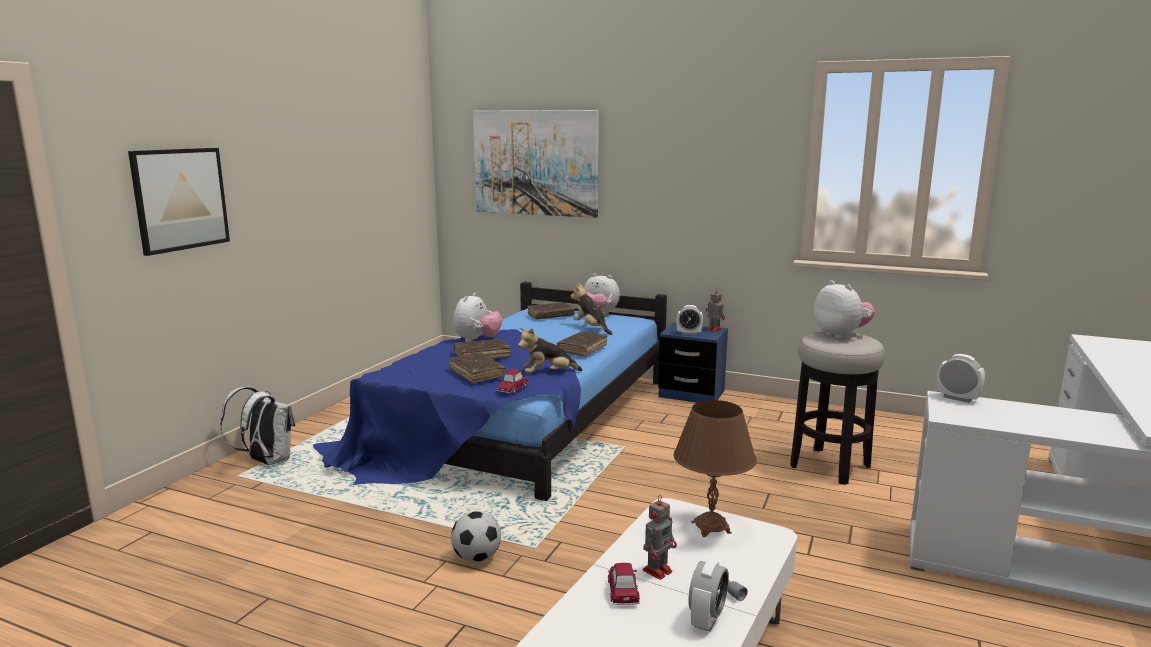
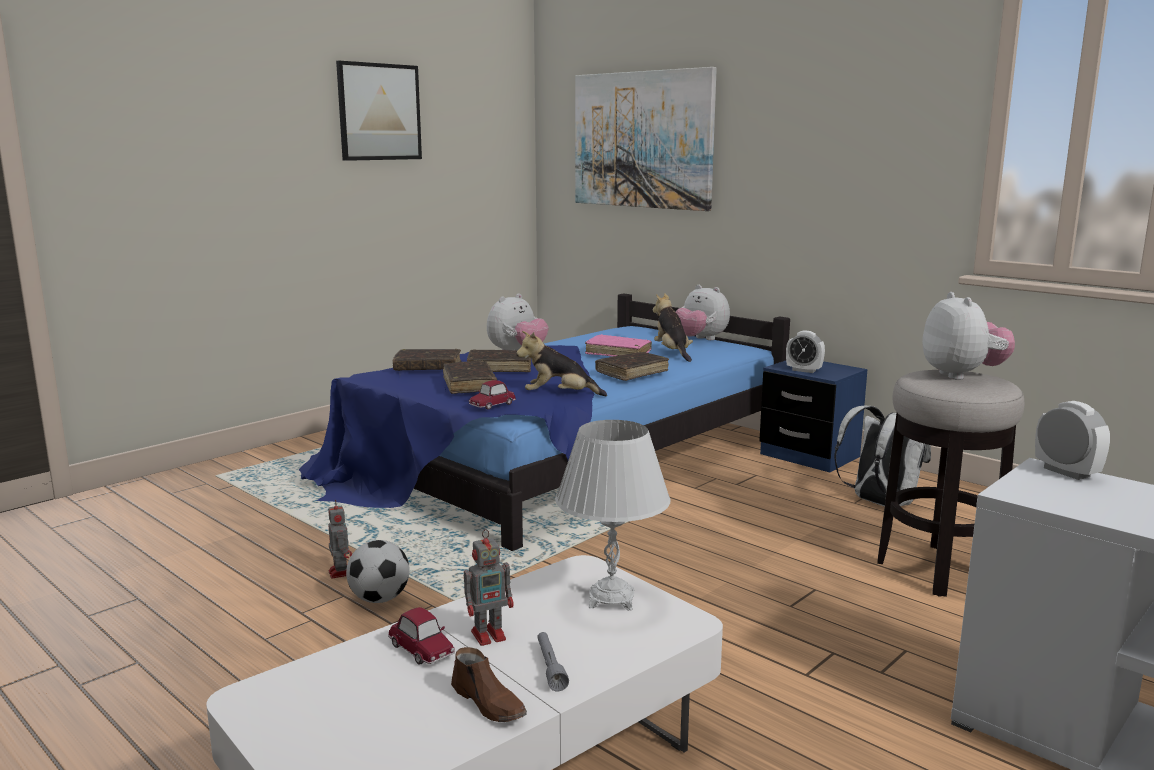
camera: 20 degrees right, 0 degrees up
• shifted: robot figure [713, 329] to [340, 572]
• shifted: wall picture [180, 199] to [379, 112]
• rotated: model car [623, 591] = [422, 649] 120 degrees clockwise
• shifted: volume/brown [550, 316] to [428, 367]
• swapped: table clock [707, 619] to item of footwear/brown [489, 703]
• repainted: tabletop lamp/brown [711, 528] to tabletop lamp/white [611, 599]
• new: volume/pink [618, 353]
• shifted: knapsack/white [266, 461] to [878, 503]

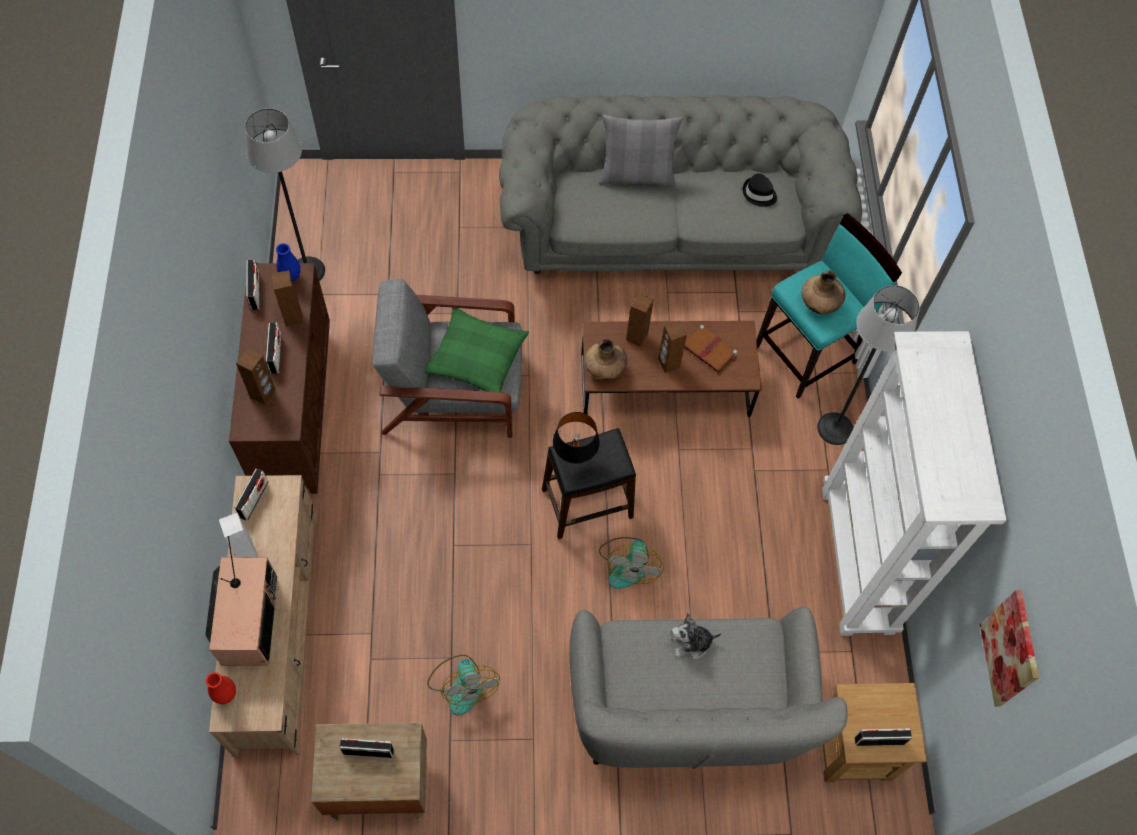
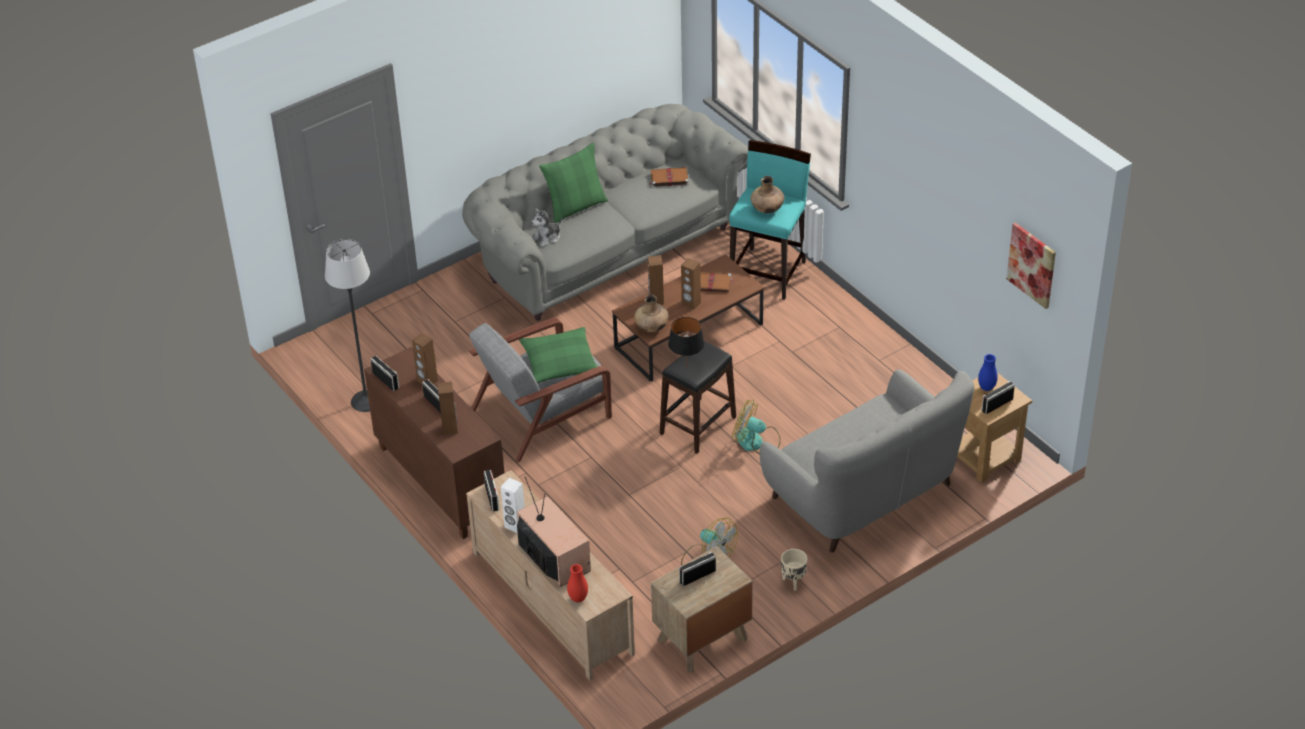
camera: 30 degrees left, 20 degrees down
• shifted: soft toy [691, 643] to [547, 237]
• repainted: cushion/gray [637, 175] to cushion/green [576, 207]
• swapped: wearable hat/black-coloured [759, 194] to volume/brown [668, 178]
• rotated: fan [628, 564] = [756, 442] 135 degrees clockwise
• new: planter/sand-coloured [793, 582]
• shifted: vase/bluish [291, 277] to [986, 388]
• gone: standard lamp [835, 429]
• gone: shelving unit/white [858, 561]

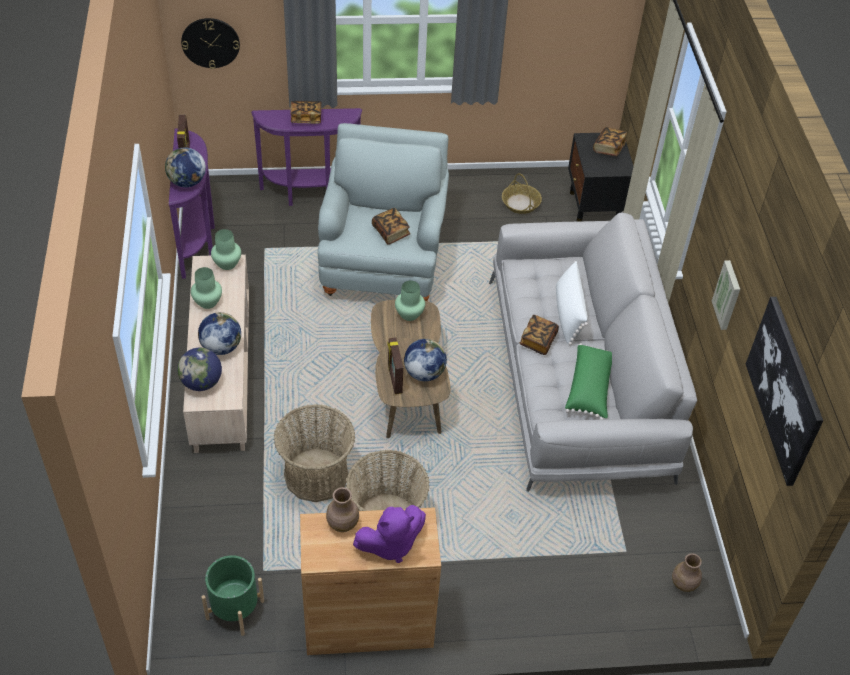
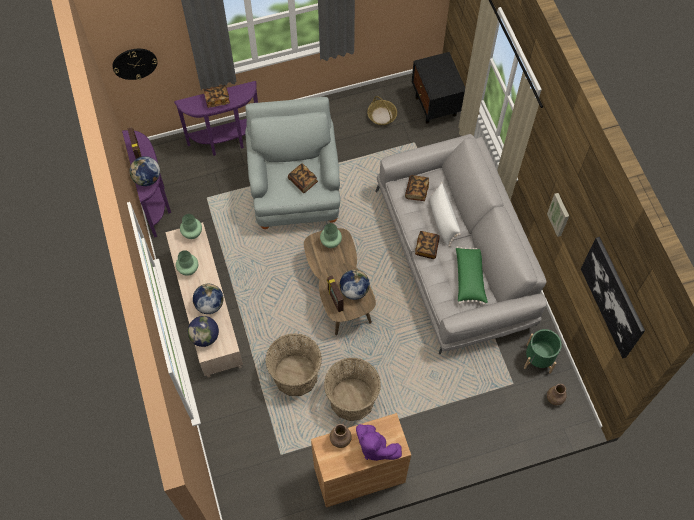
camera: 10 degrees left, 15 degrees up
• rotated: soft toy/purple [390, 544] = [375, 447] 75 degrees clockwise
• shifted: volume [608, 148] to [416, 191]
• shifted: planter/green [235, 610] to [538, 358]

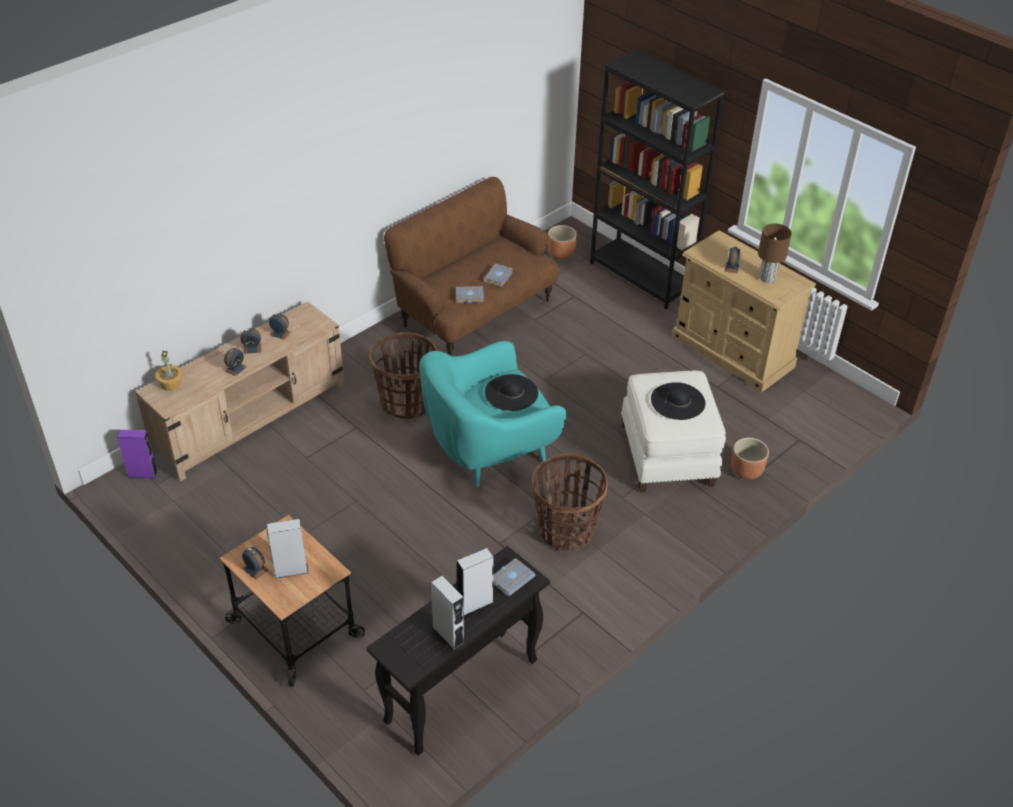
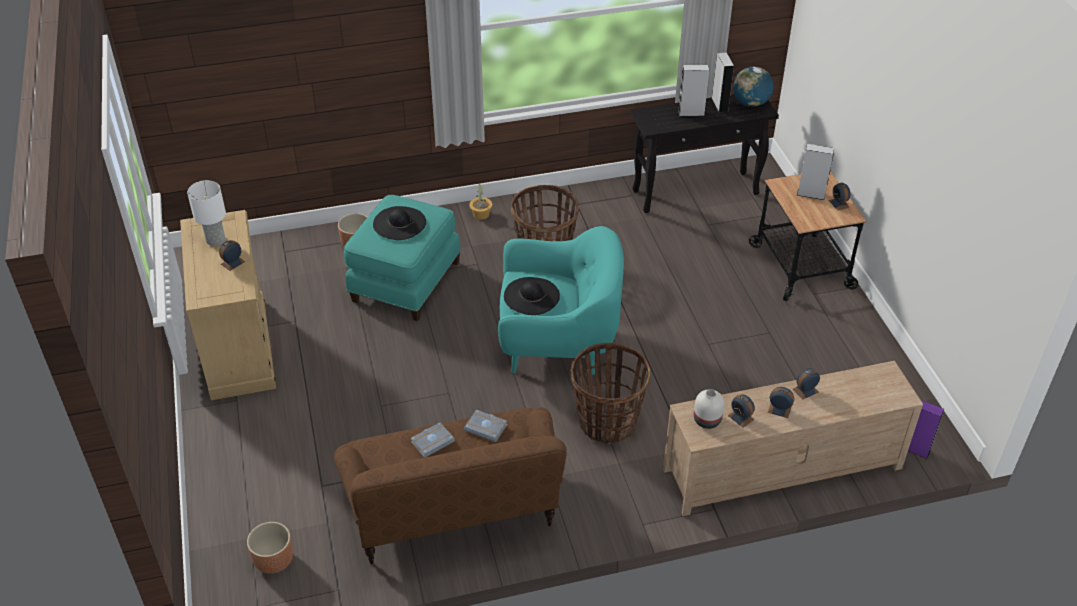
camera: 150 degrees left, 0 degrees up
• repainted: tabletop lamp/brown [767, 278] to tabletop lamp/white [216, 239]
• repainted: ottoman/white [669, 454] to ottoman/turquoise-coloured [404, 281]
• shifted: houseplant [171, 384] to [481, 214]
• new: vase/white [707, 420]
• new: desk globe [750, 103]
• gone: volume/gray [511, 578]
• gone: shelving unit/black-coloured [641, 277]

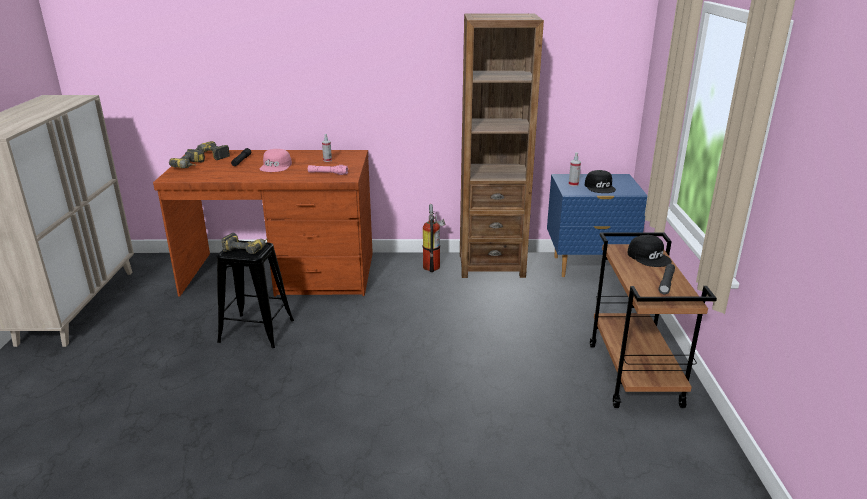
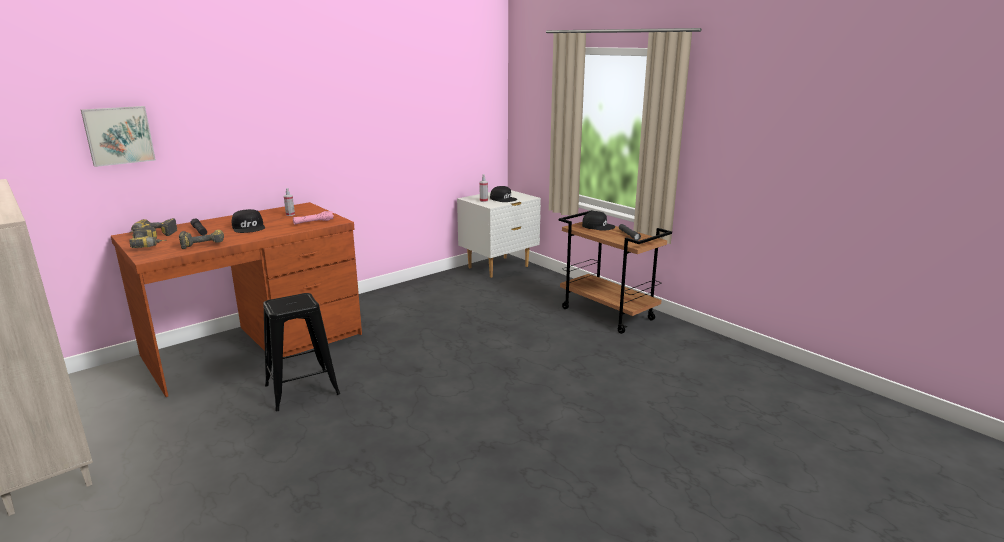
camera: 40 degrees left, 5 degrees down
• new: wall picture [118, 135]
• shifted: power drill [247, 249] to [204, 243]
• repainted: baseball cap/pink [276, 166] to baseball cap/black-coloured [249, 227]
• repainted: night table/bluish [588, 267] to night table/white [499, 267]
• gone: extinguisher [433, 266]
• gone: shelving unit/brown [491, 265]

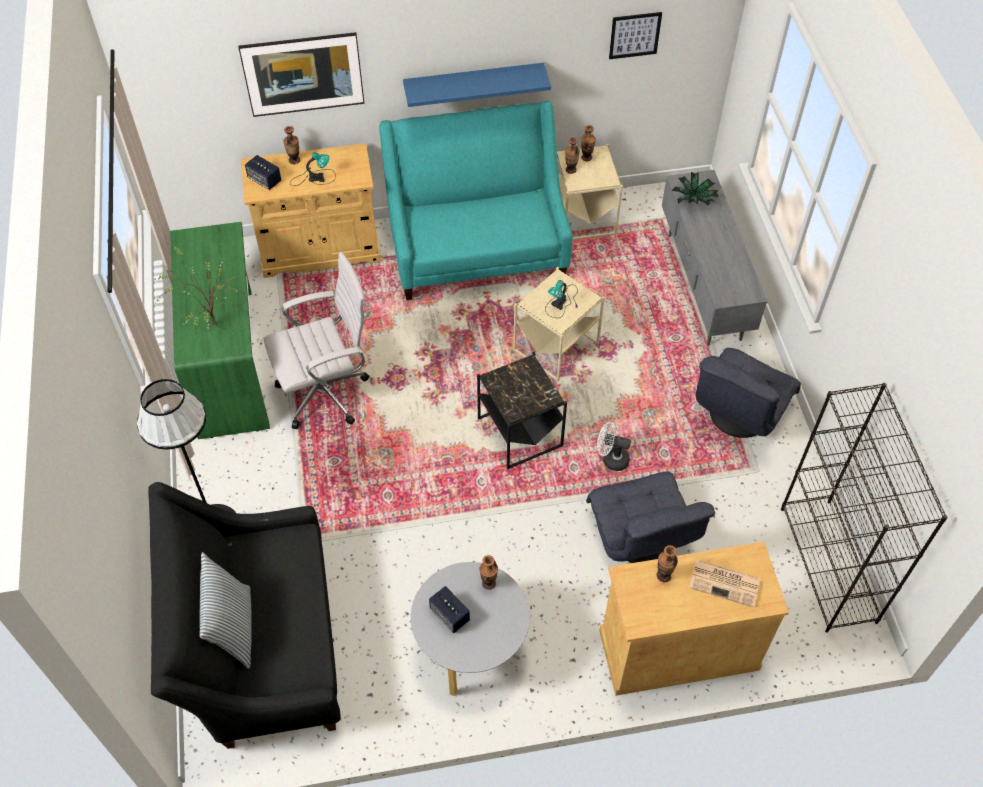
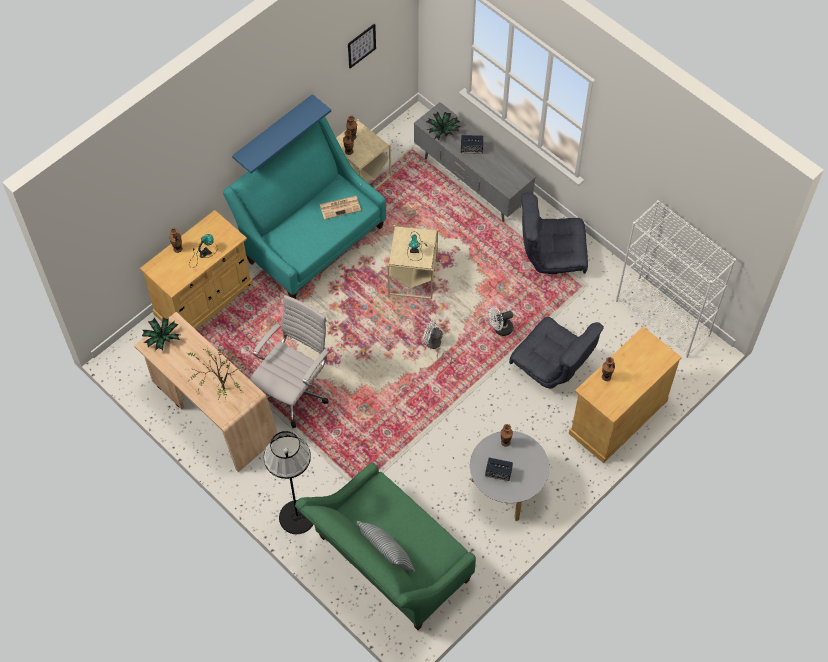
camera: 35 degrees left, 5 degrees up
• repainted: desk table/green [229, 361] to desk table/sand-coloured [212, 411]
• new: houseplant [162, 338]
• repainted: settee/black-coloured [262, 645] to settee/green [388, 564]
• shifted: printed paper [725, 583] to [340, 207]
• swapped: side table/black-coloured [519, 433] to fan/white [434, 346]
• shifted: speaker [264, 180] to [471, 149]
• rotated: easy chair/gray [738, 412] = [551, 255] 90 degrees clockwise
• repainted: shelving unit/black-coloured [828, 565] to shelving unit/white [663, 318]
• gone: wall picture [306, 91]

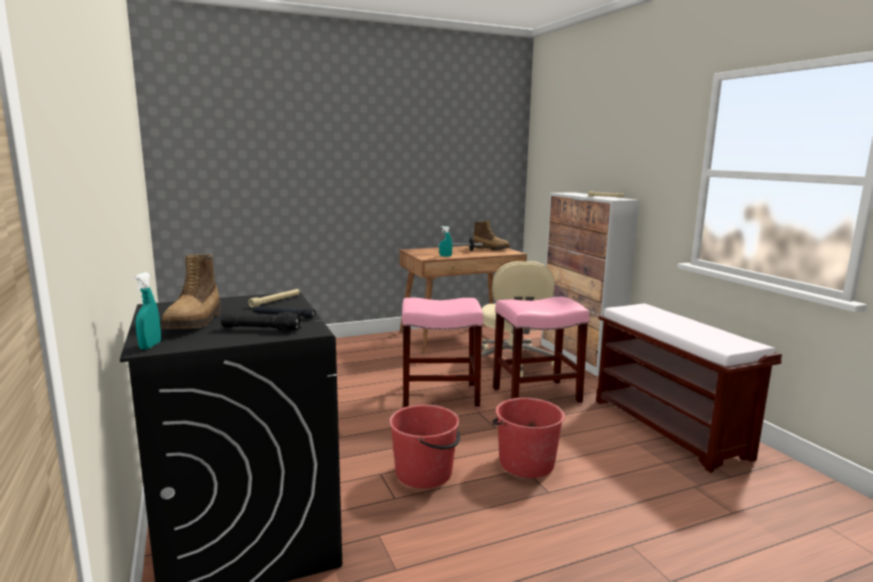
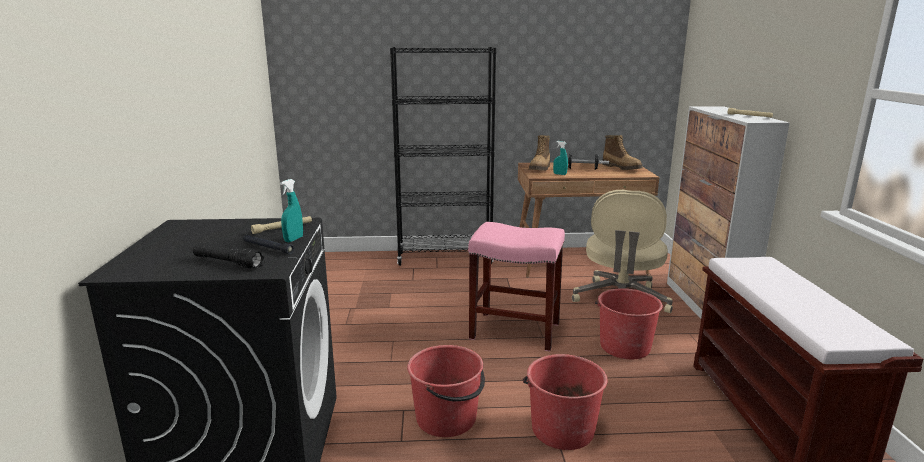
camera: 20 degrees right, 5 degrees up
• shifted: hand sprayer/turquoise-coloured [150, 346] to [293, 239]
• new: shelving unit/black-coloured [445, 258]
• shifted: boot [195, 322] to [540, 168]
• swapped: stool/pink [536, 395] to water bucket/reddish [624, 346]

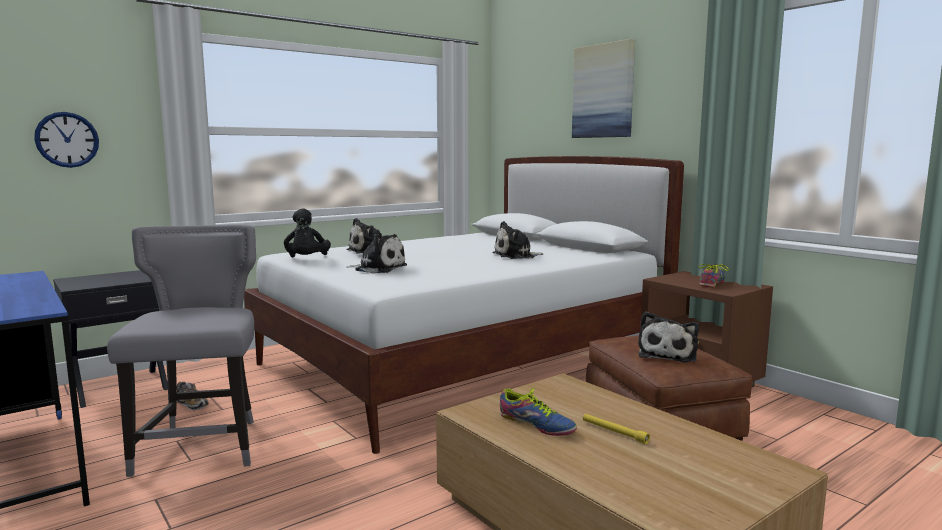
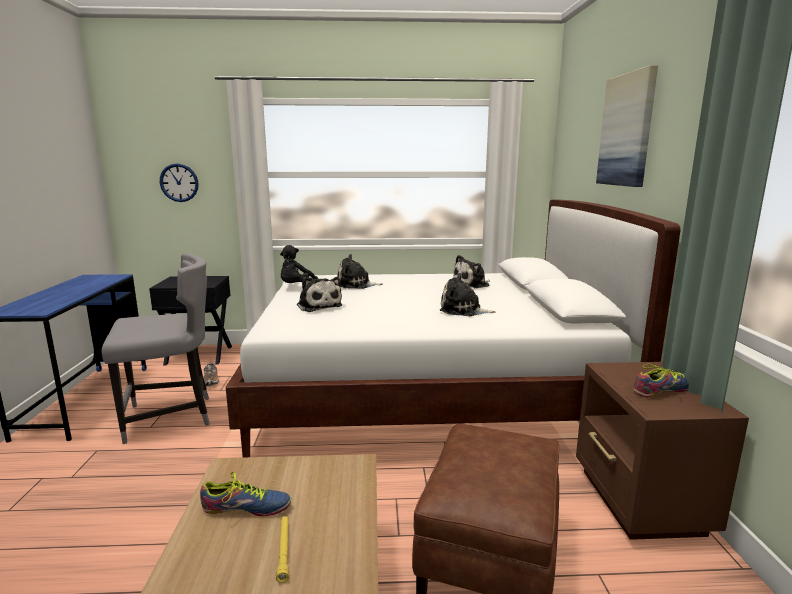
camera: 35 degrees right, 5 degrees up
• rotated: upright chair/gray [203, 445] = [171, 417] 45 degrees clockwise
• rotated: item of footwear [536, 424] = [246, 507] 75 degrees counterclockwise
• shifted: soft toy [668, 354] to [472, 284]

